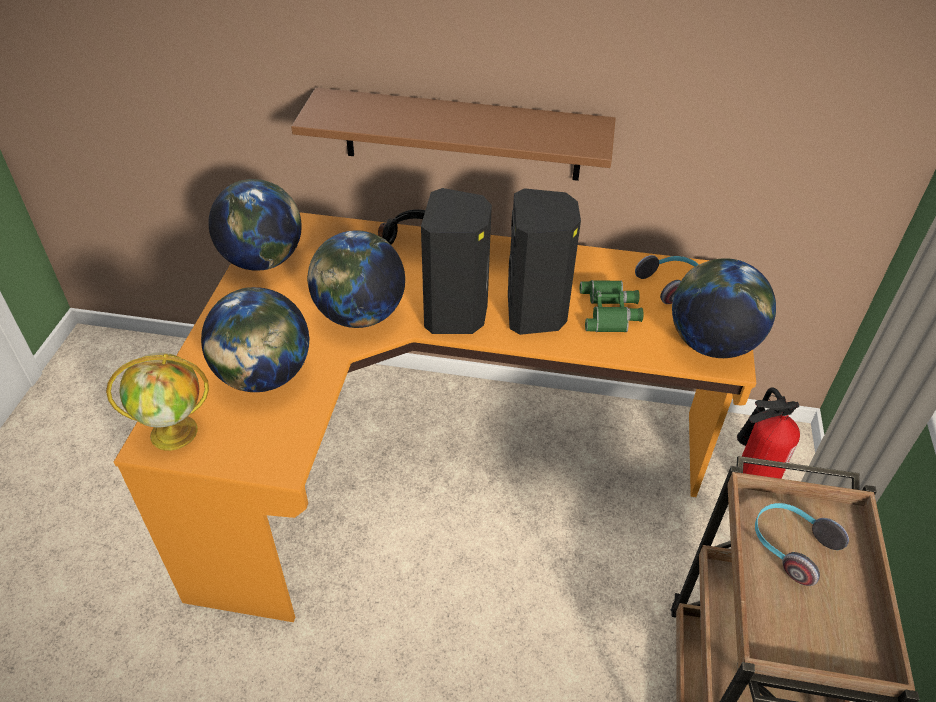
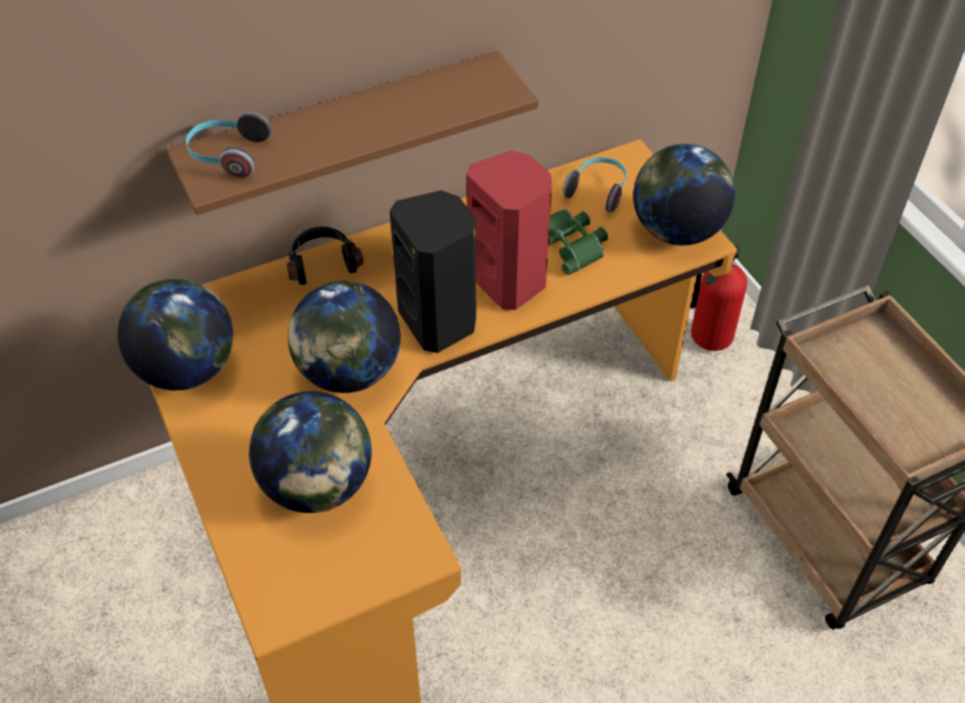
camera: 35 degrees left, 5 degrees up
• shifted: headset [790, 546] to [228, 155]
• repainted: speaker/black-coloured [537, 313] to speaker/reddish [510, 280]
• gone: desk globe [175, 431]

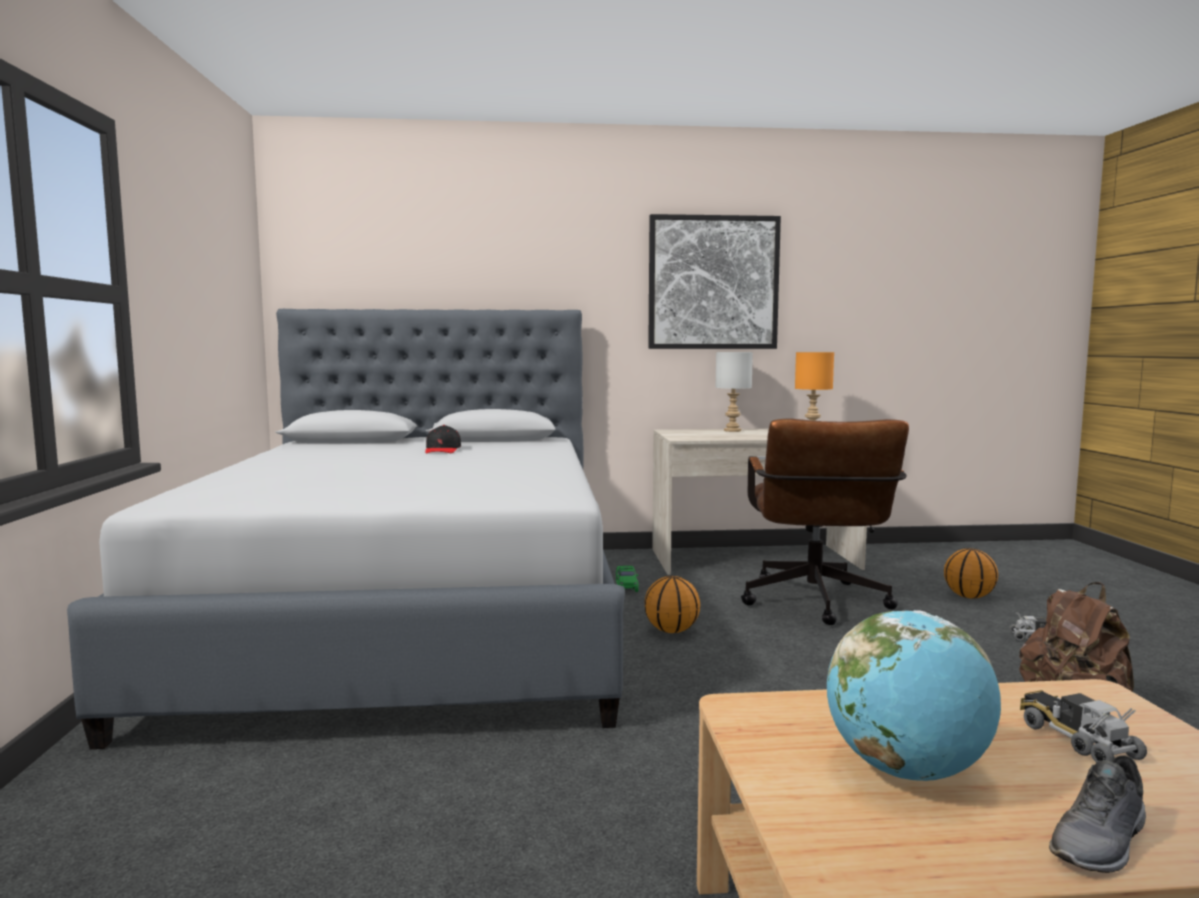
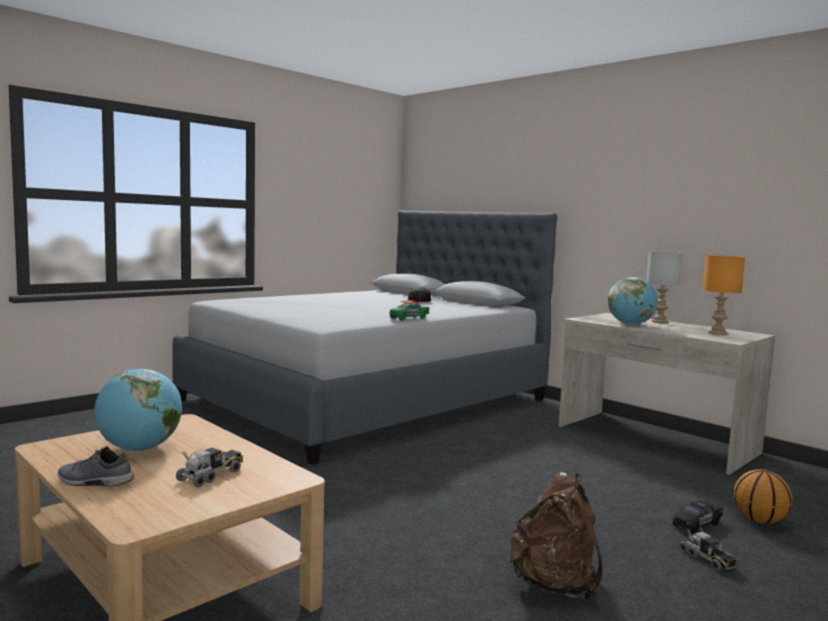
camera: 50 degrees right, 0 degrees up
• shifted: model car/green [626, 586] to [408, 318]
• new: desk globe [630, 324]
• new: model car/black-coloured [696, 525]
• gone: ball for basketball [671, 630]
• gone: wall picture [713, 283]
• gone: office chair/brown [816, 605]

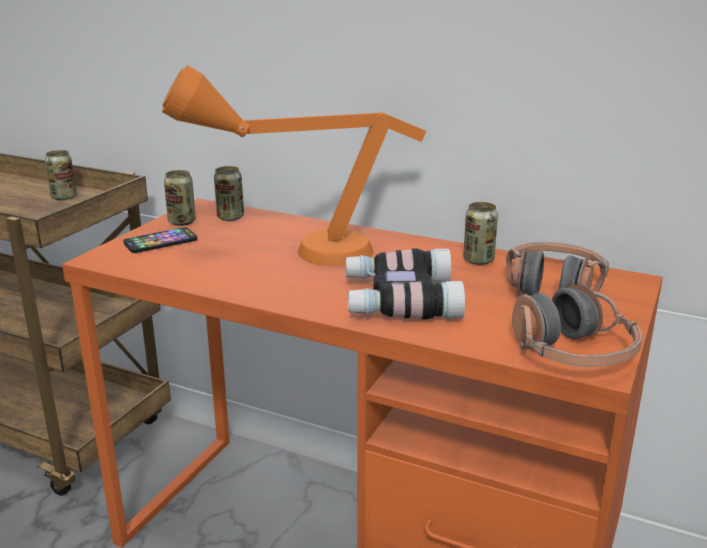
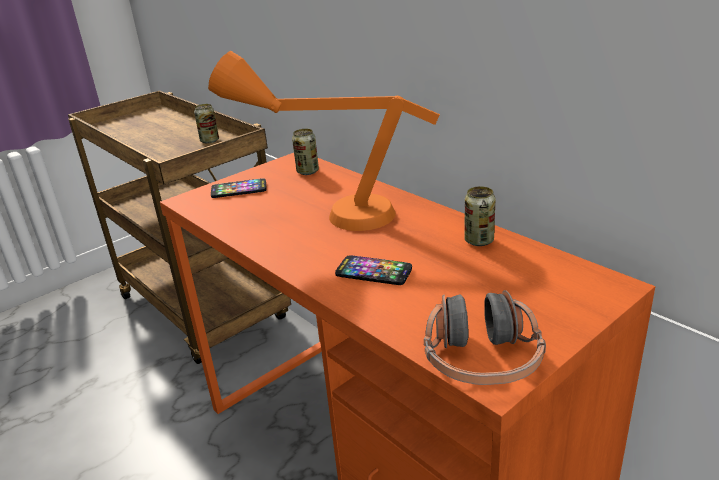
camera: 25 degrees right, 5 degrees up
• swapped: binoculars [398, 299] to phone [373, 272]
• gone: sealed can [182, 222]
• gone: headset [553, 286]

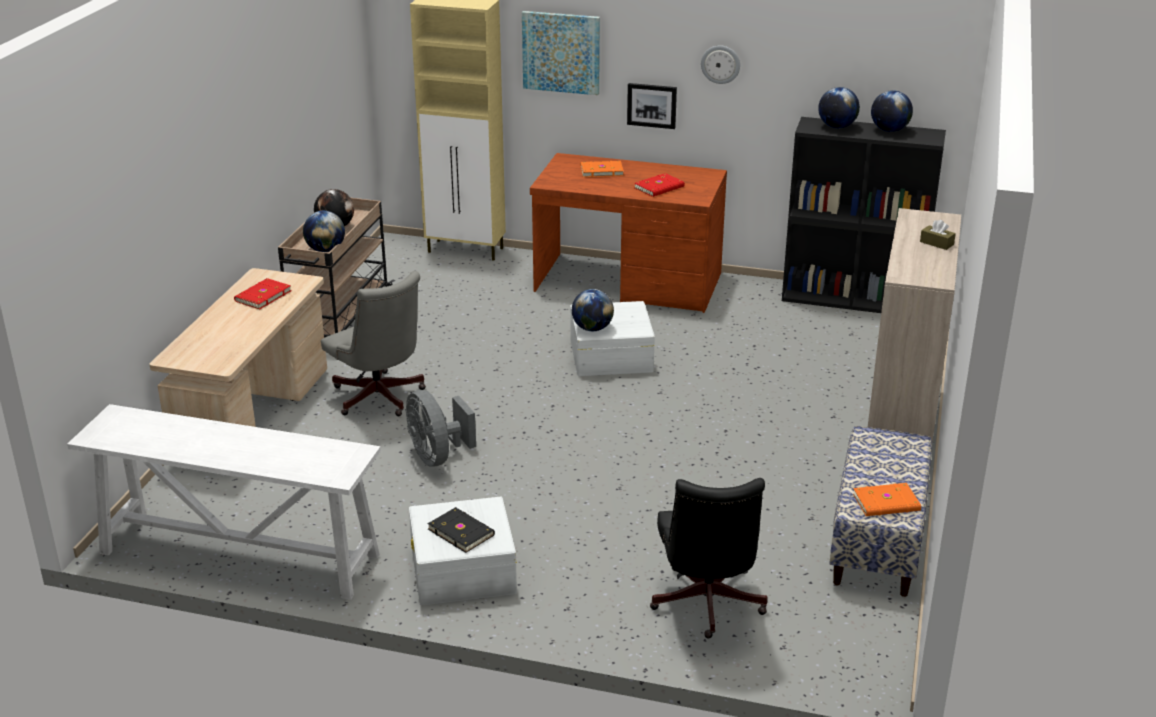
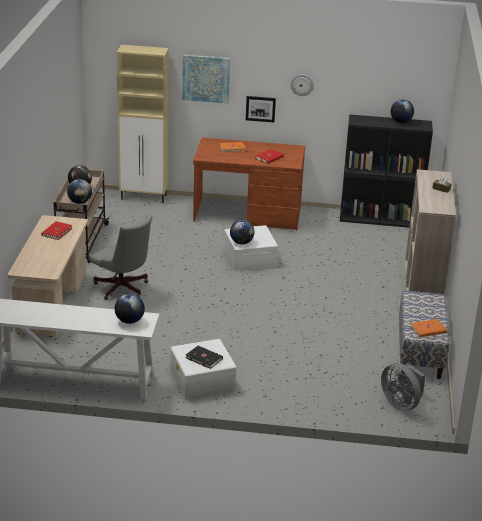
camera: 10 degrees left, 0 degrees up
• shifted: desk globe [837, 127] to [129, 321]
• shifted: fan/gray [437, 456] to [401, 403]
• gone: office chair/black-coloured [706, 606]

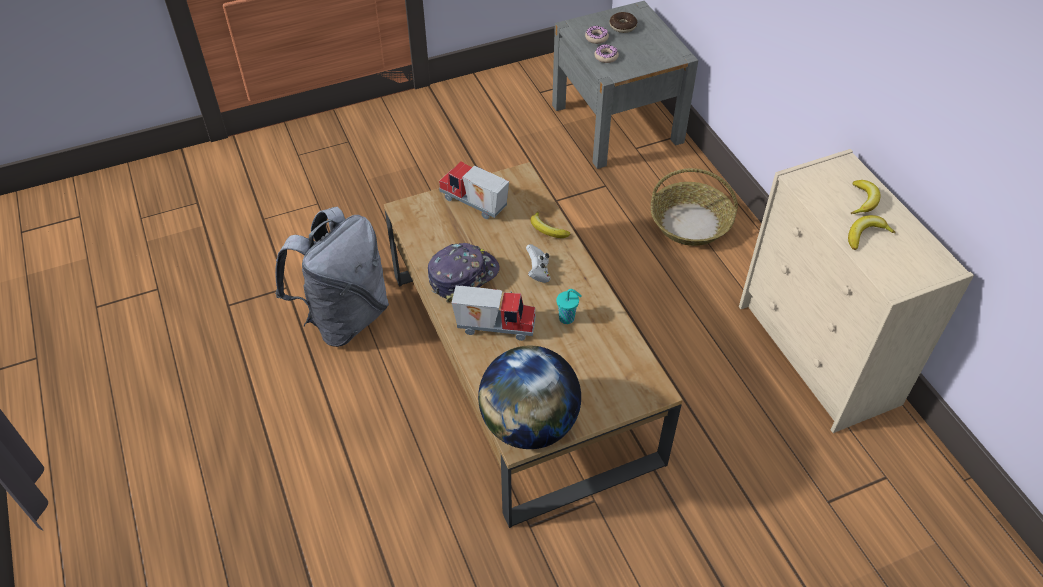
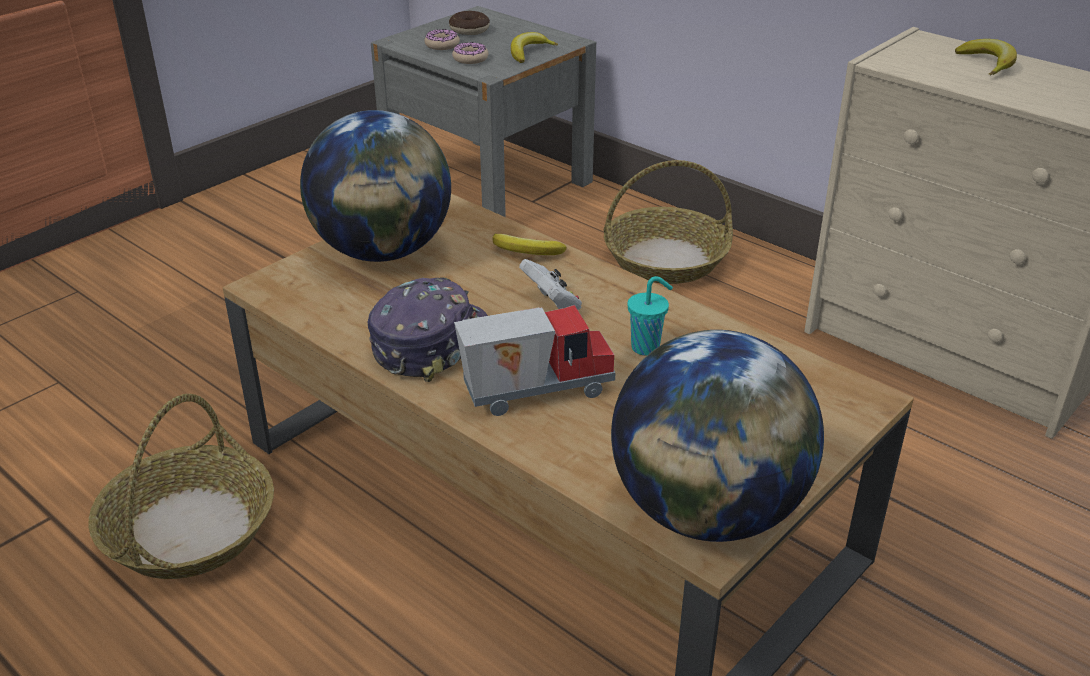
camera: 25 degrees left, 15 degrees down
• swapped: knapsack/gray [344, 317] to household basket [189, 529]
• swapped: model truck [473, 205] to desk globe [382, 252]
• shifted: whole banana [865, 235] to [529, 52]

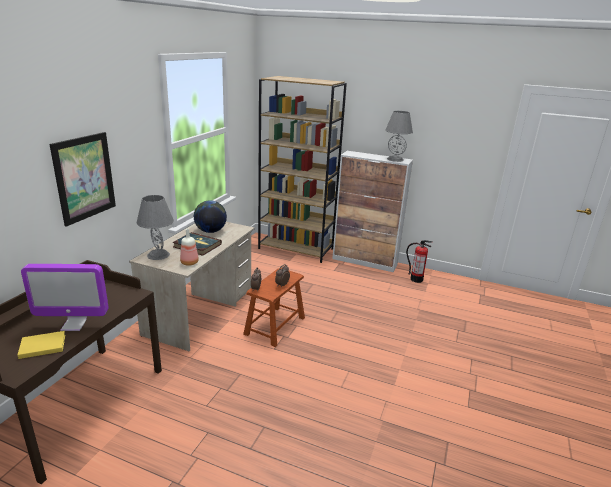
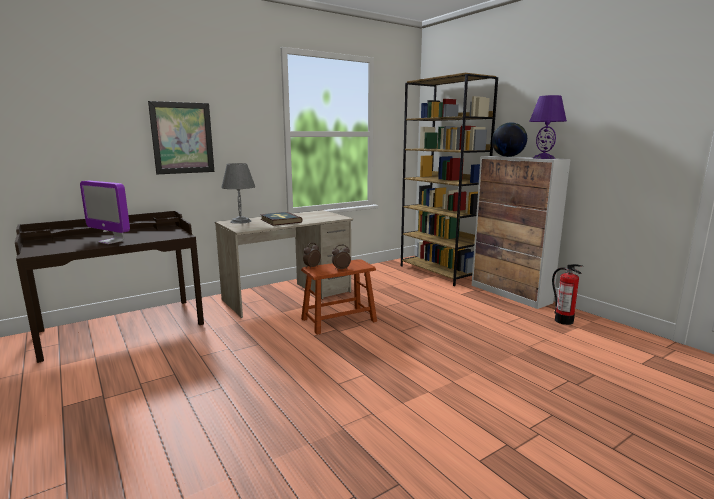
camera: 35 degrees right, 10 degrees down
• shifted: desk globe [210, 231] to [507, 156]
• repainted: tabletop lamp/gray [395, 159] to tabletop lamp/purple [543, 158]
• gone: volume/yellow-coloured [41, 346]
• gone: bottle [190, 263]

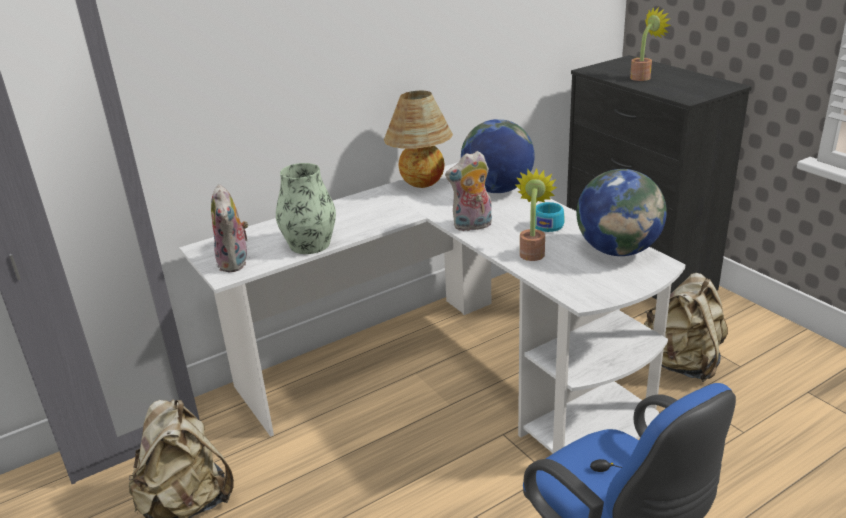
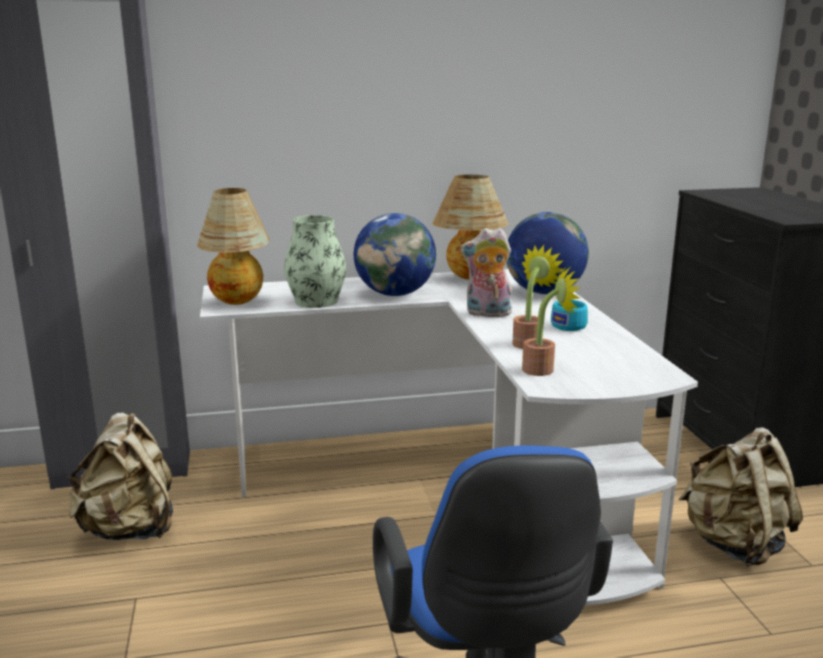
camera: 20 degrees right, 10 degrees down
• swapped: soft toy [236, 263] to tabletop lamp [237, 302]
• shifted: desk globe [618, 250] to [395, 294]
• shifted: houseplant [643, 77] to [544, 369]

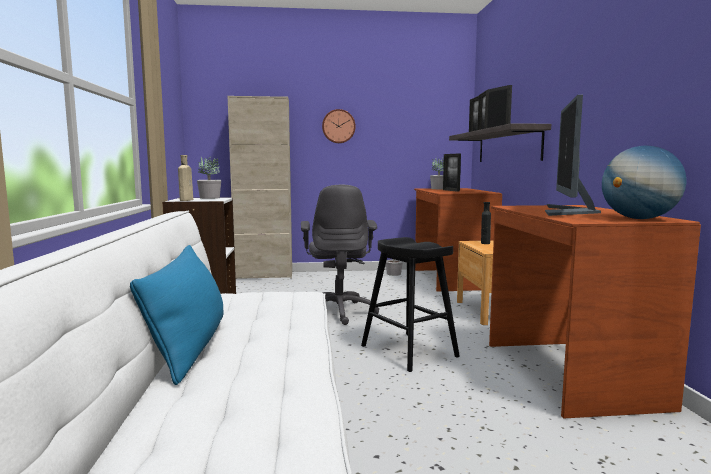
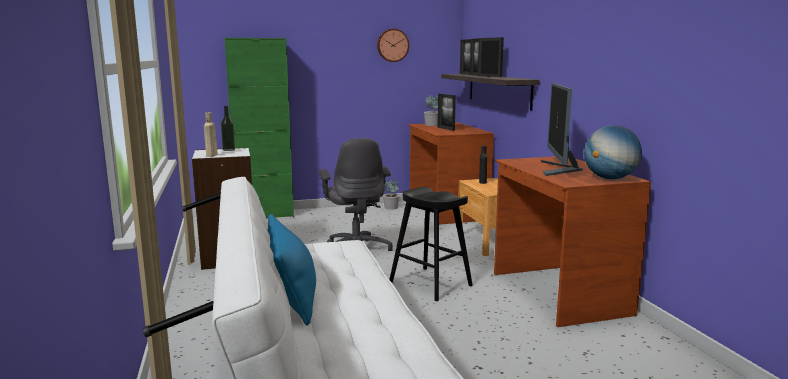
camera: 10 degrees left, 5 degrees up
• swapped: houseplant [209, 198] to bottle [228, 150]
• repainted: storage cabinet/sand-coloured [264, 276] to storage cabinet/green [265, 215]
• shifted: wall clock [338, 126] to [392, 45]

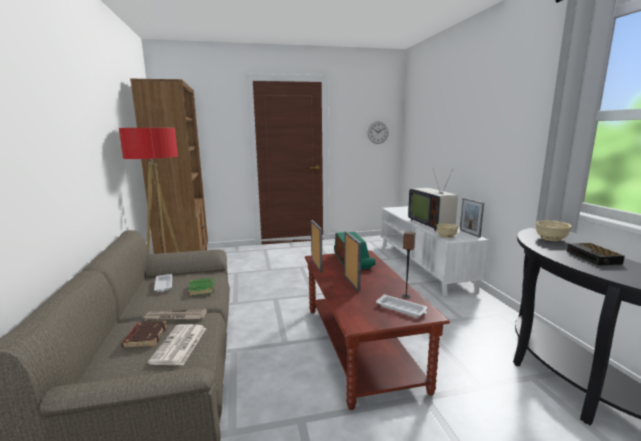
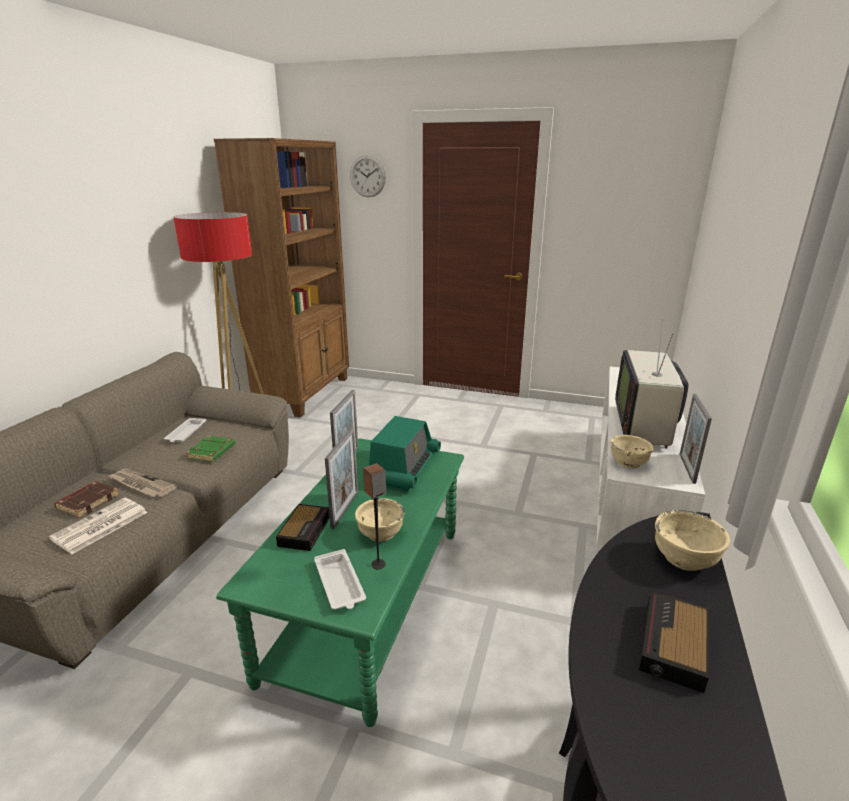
camera: 30 degrees right, 10 degrees up
• repainted: low table/brown [360, 345] to low table/green [369, 599]
• new: table clock [305, 530]
• shifted: wall clock [378, 132] to [367, 176]
• new: serving bowl/sand-coloured [381, 533]

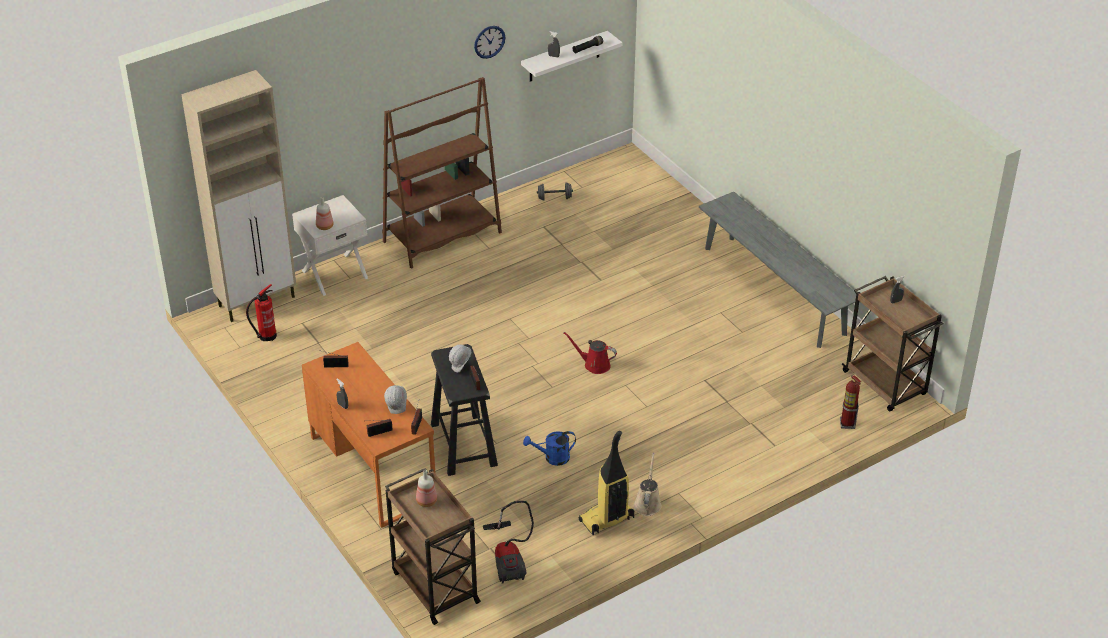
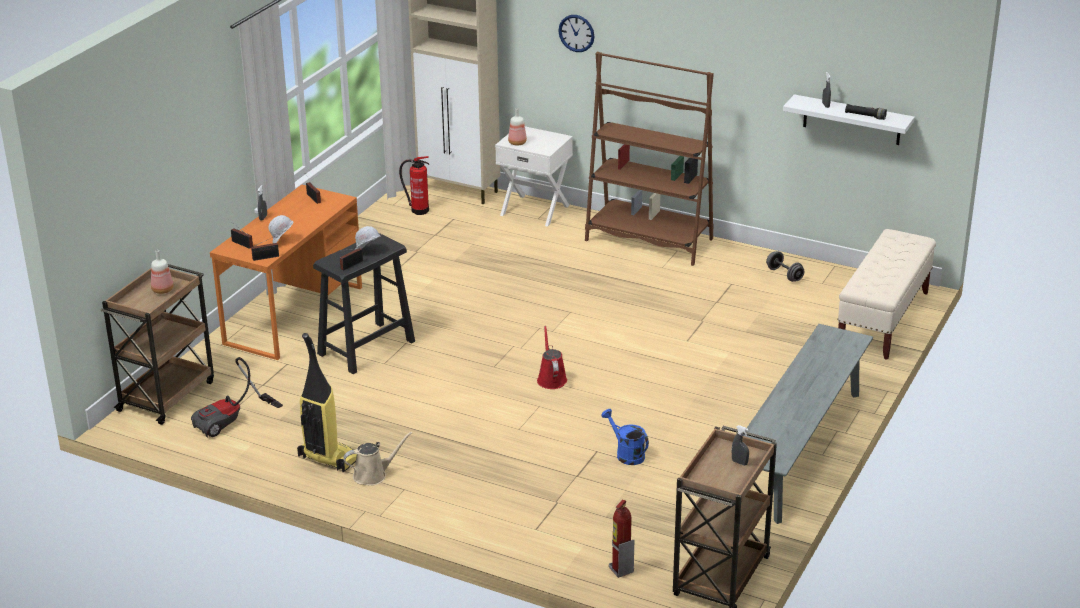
camera: 60 degrees right, 10 degrees down
• shifted: wall clock [489, 41] to [576, 33]
• shifted: watering pot/bluish [552, 458] to [626, 454]
• new: long seat/sand-coloured [883, 320]

